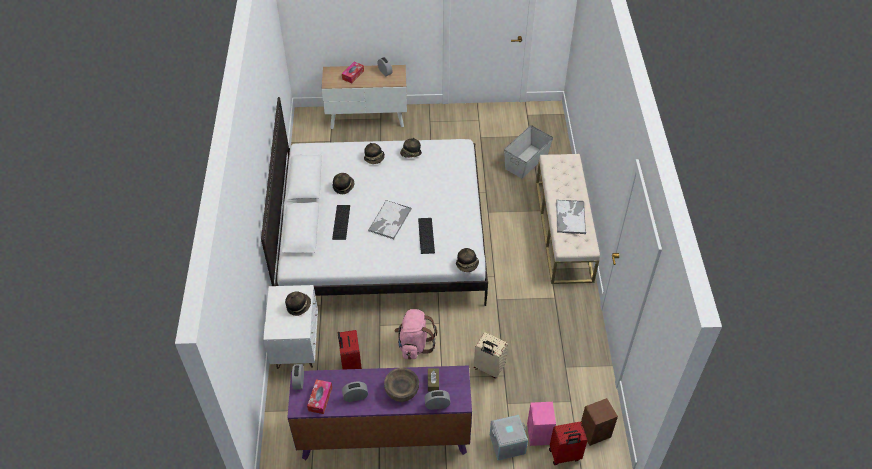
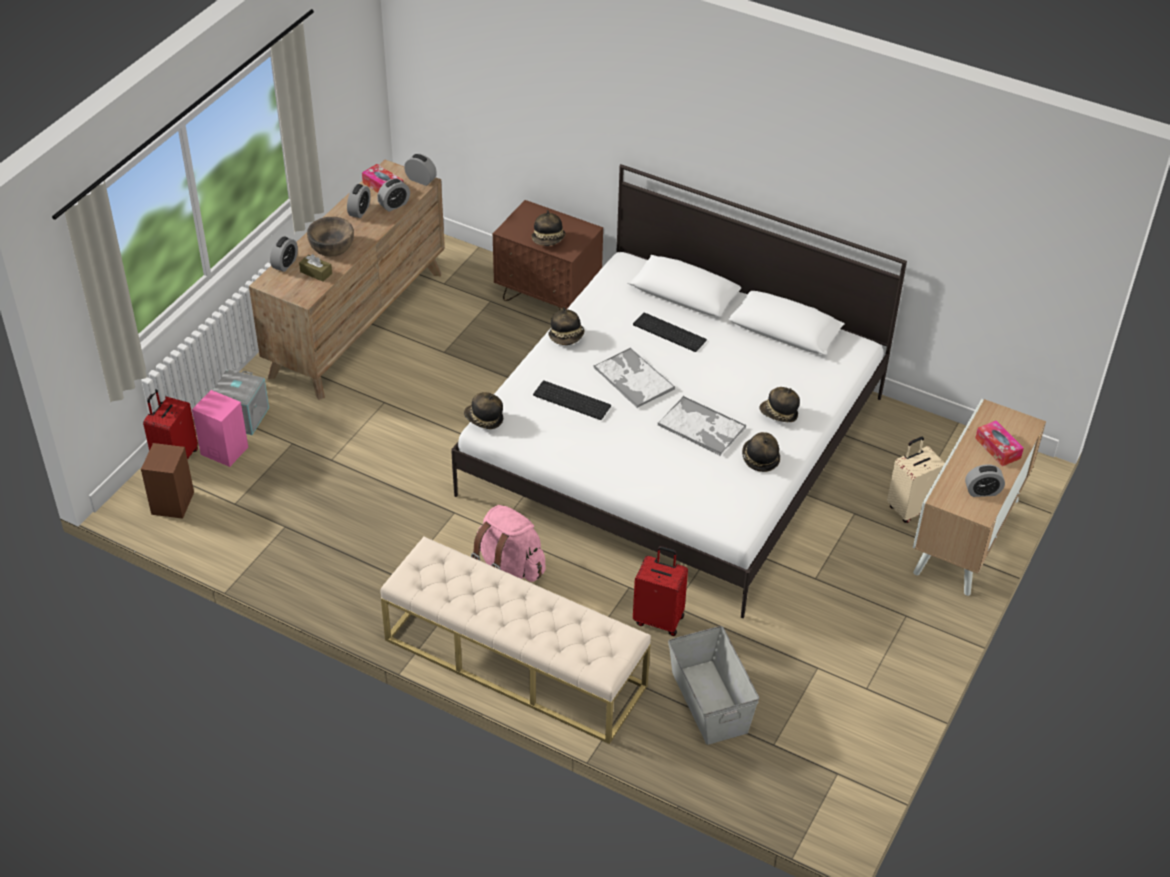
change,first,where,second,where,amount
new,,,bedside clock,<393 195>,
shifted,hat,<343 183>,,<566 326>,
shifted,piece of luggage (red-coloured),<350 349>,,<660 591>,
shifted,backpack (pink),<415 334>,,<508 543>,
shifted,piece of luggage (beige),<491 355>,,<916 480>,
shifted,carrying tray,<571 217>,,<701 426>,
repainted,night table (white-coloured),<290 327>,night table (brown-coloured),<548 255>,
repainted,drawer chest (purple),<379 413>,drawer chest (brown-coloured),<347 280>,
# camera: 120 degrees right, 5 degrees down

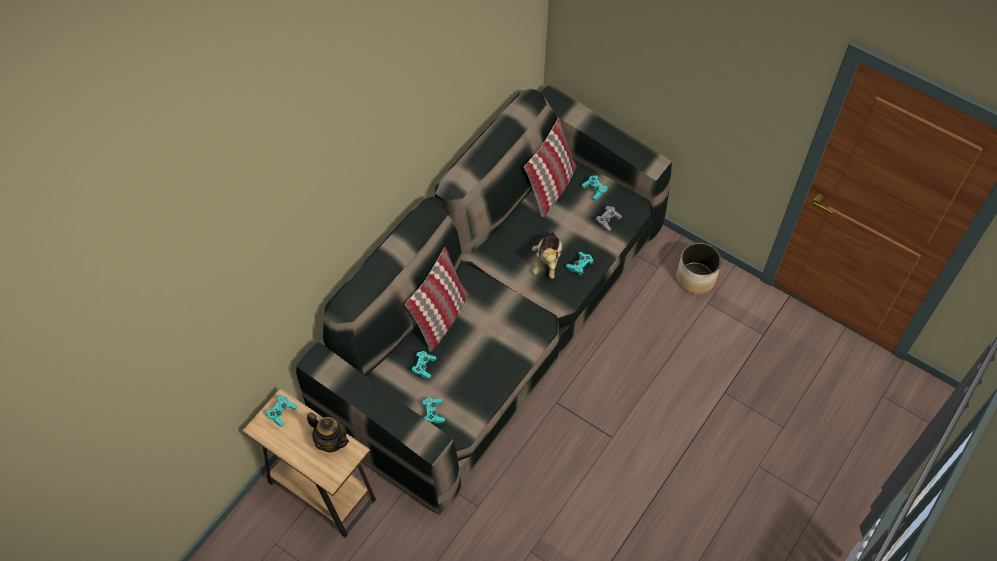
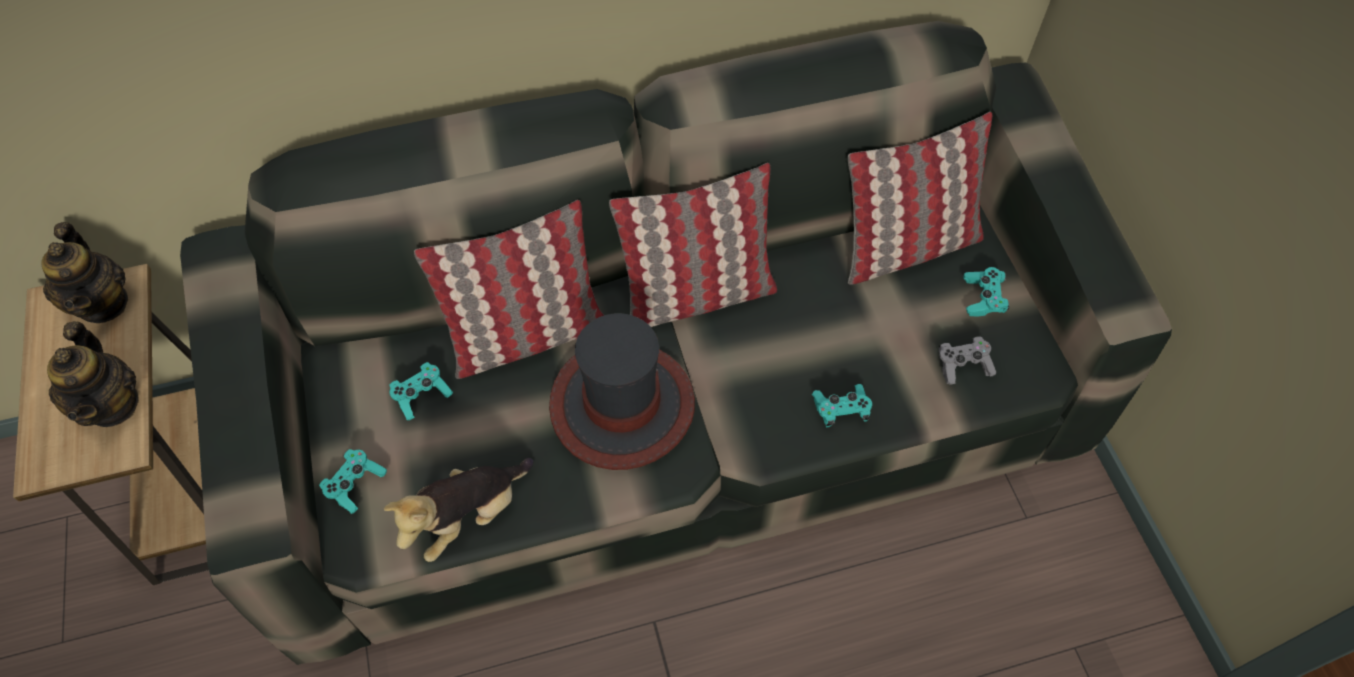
change,first,where,second,where,amount
gone,flower pot,<698 268>,,,
new,,,hat,<622 391>,
new,,,throw pillow,<693 245>,
shifted,plush toy,<547 255>,,<458 510>,
swapped,gamepad (turquoise-coloured),<281 411>,pot for tea,<84 272>,
# camera: 40 degrees right, 0 degrees up

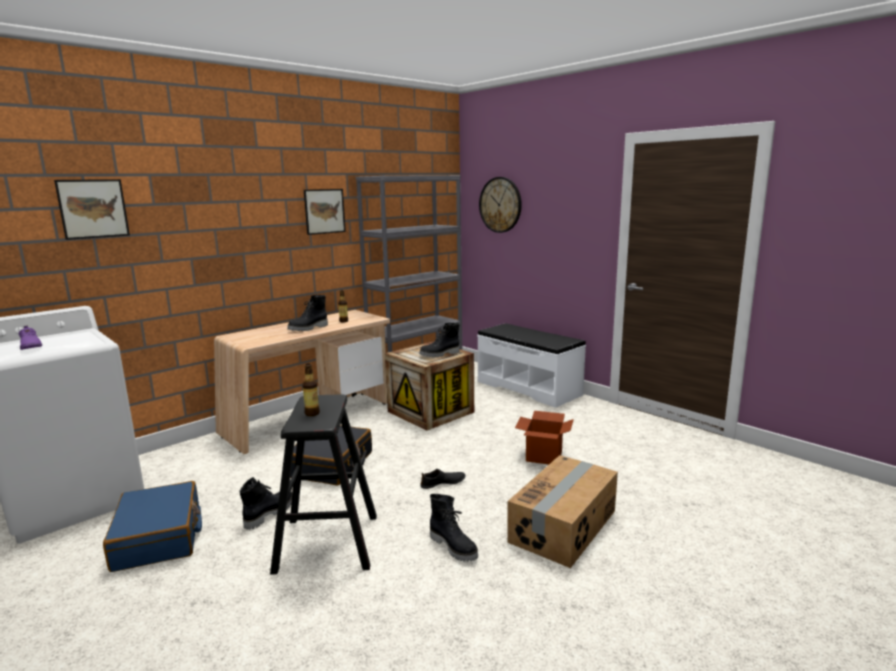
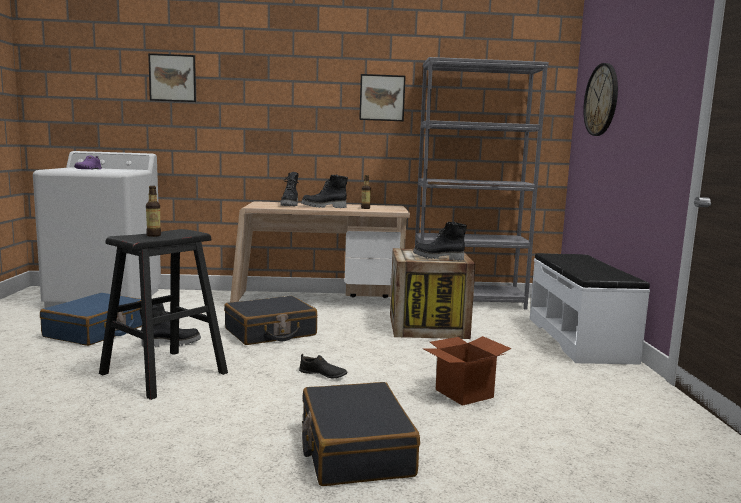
change,first,where,second,where,amount
shifted,tall boot (black),<454 528>,,<289 189>,
swapped,carton,<563 511>,piece of luggage (black),<361 434>,
# camera: 40 degrees right, 5 degrees down

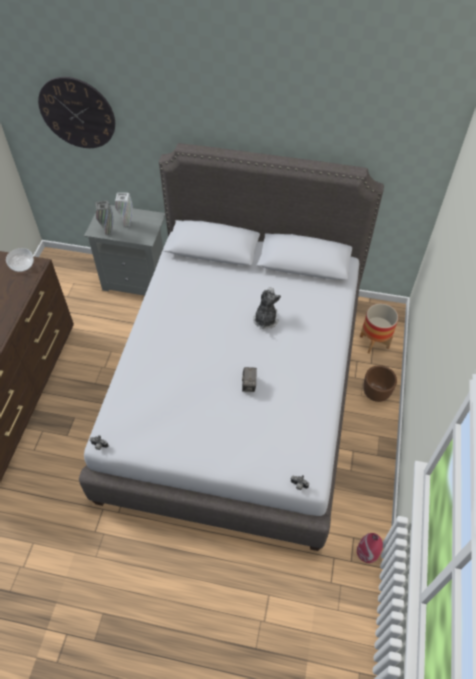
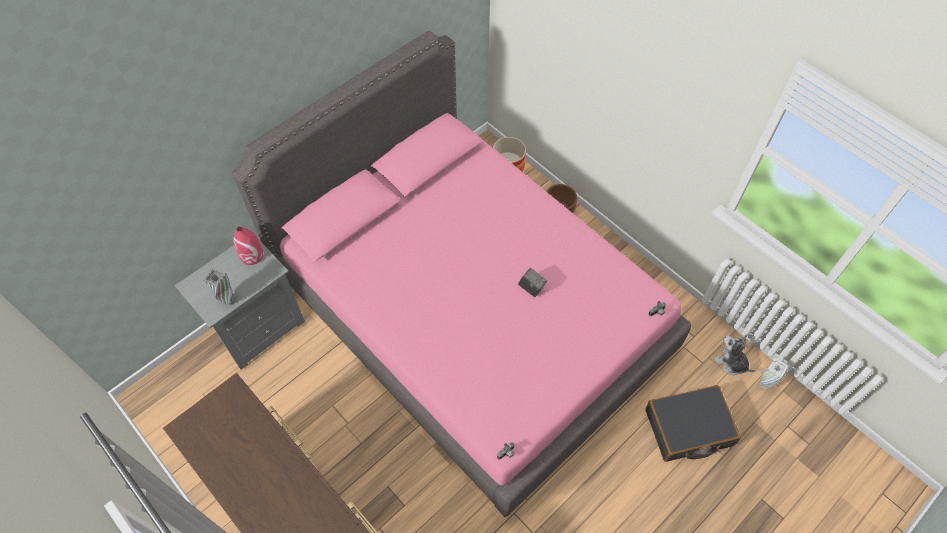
change,first,where,second,where,amount
gone,deep dish,<20 260>,,,
gone,wall clock,<76 112>,,,
new,,,piece of luggage (black),<693 423>,
shifted,flower vase (white-coloured),<124 209>,,<773 374>,
shifted,plush toy,<267 308>,,<734 355>,
shifted,flower vase (red-coloured),<370 548>,,<248 246>,
repainted,bedroom bed (gray),<231 347>,bedroom bed (pink),<461 274>,
# camera: 55 degrees left, 5 degrees up

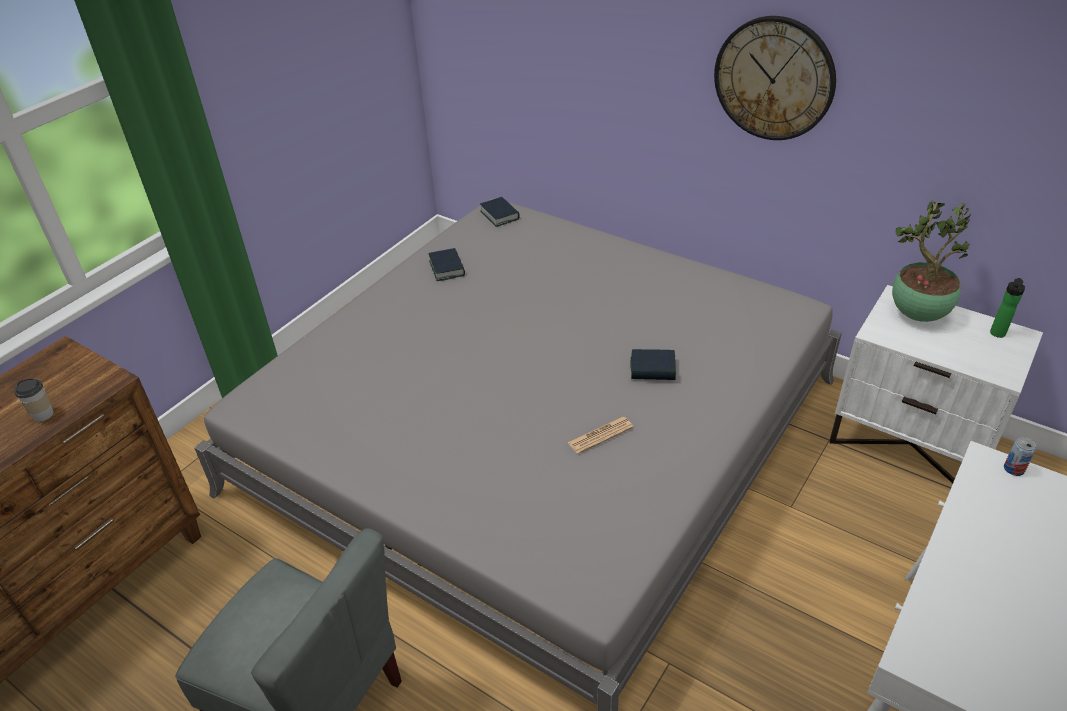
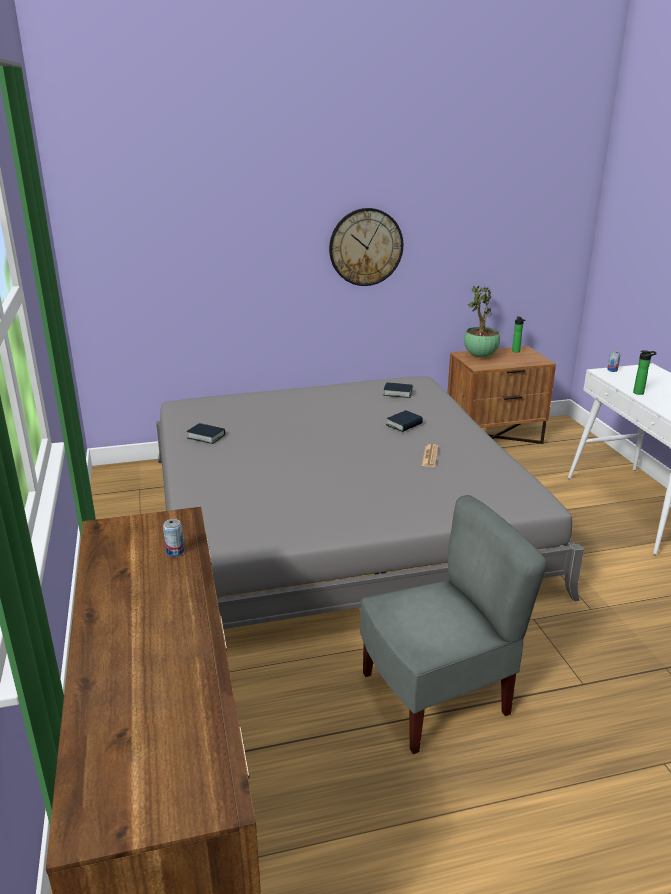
change,first,where,second,where,amount
new,,,beverage bottle,<645 372>,
shifted,bound book,<500 212>,,<397 390>,
swapped,small cup,<34 400>,metal can,<173 538>,
repainted,night table (white-coloured),<936 384>,night table (brown-coloured),<501 395>,
# camera: 50 degrees left, 15 degrees down

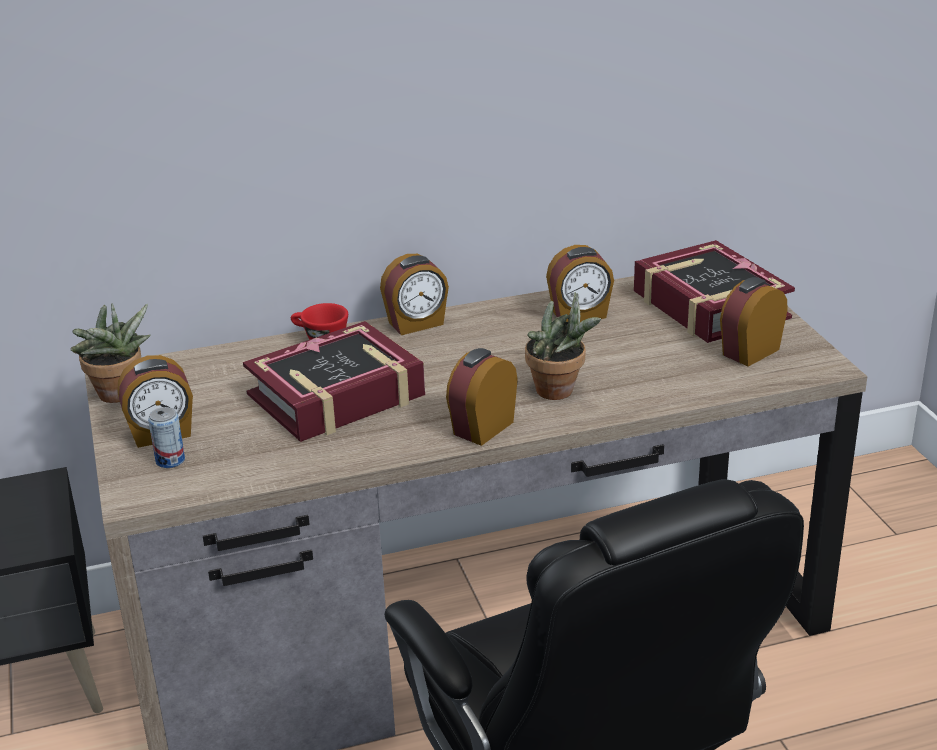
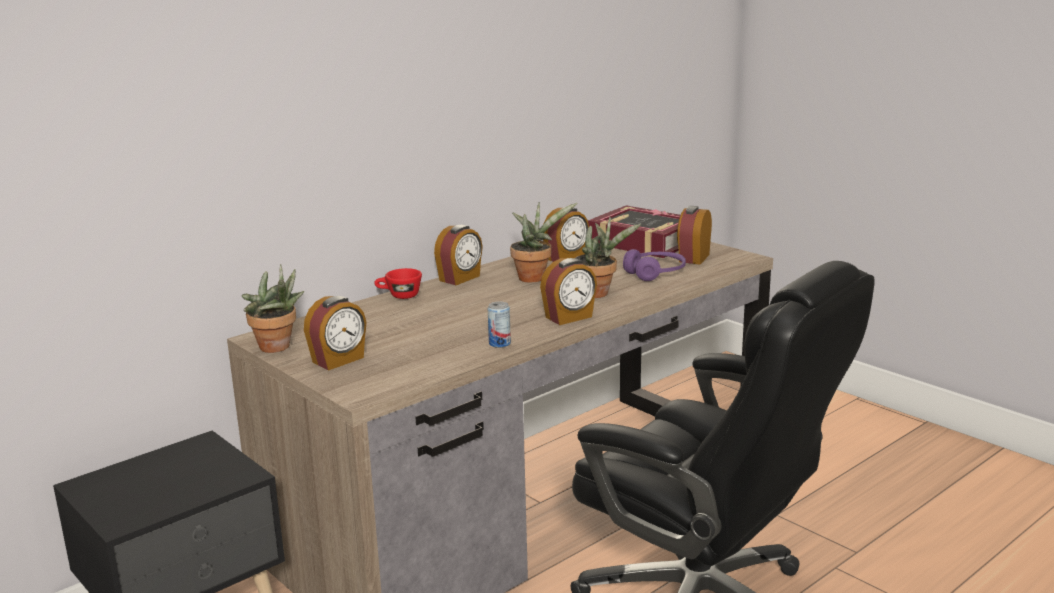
change,first,where,second,where,amount
gone,bound book,<334 381>,,,
new,,,plant in a pot,<543 242>,
new,,,headset (purple),<654 265>,
shifted,metal can,<166 437>,,<499 325>,
rotated,bedside clock,<482 397>,,<568 291>,135 degrees counterclockwise
# camera: 25 degrees left, 10 degrees down

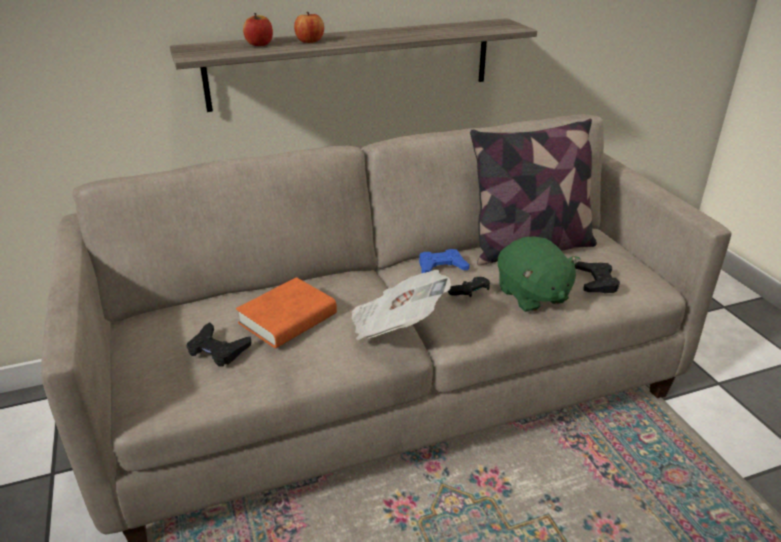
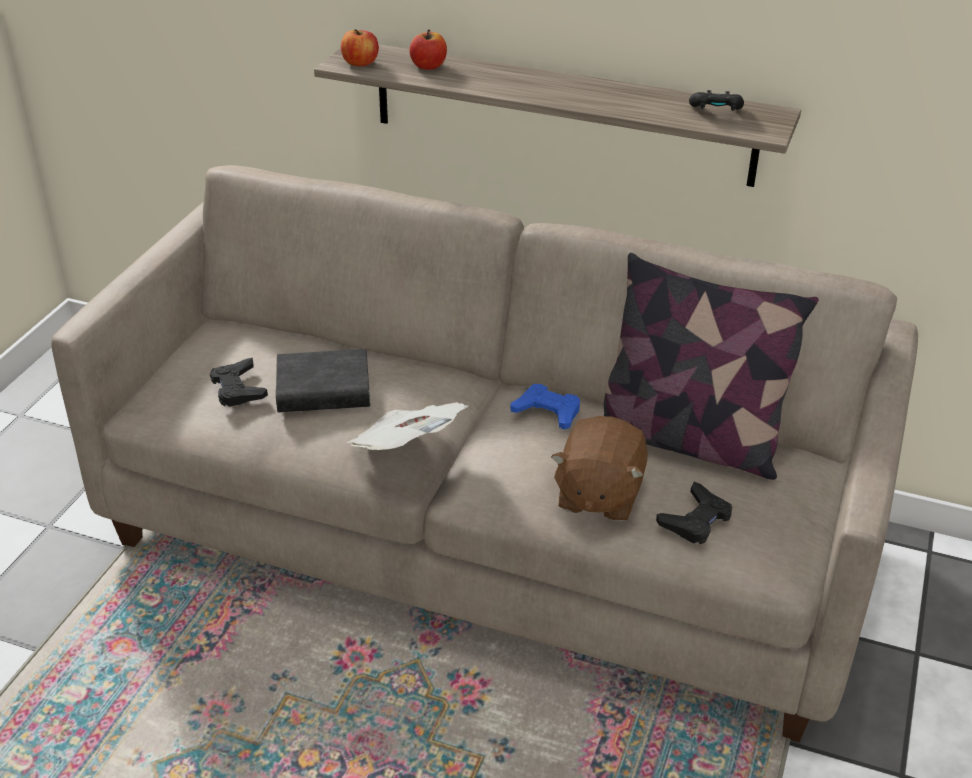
change,first,where,second,where,amount
shifted,apple,<309 27>,,<360 47>,
shifted,gamepad (black),<469 287>,,<716 100>,
repainted,bound book (orangey),<286 312>,bound book (black),<323 380>,
repainted,plush toy (greenish),<539 274>,plush toy (brown-coloured),<599 469>,
# camera: 40 degrees right, 5 degrees up

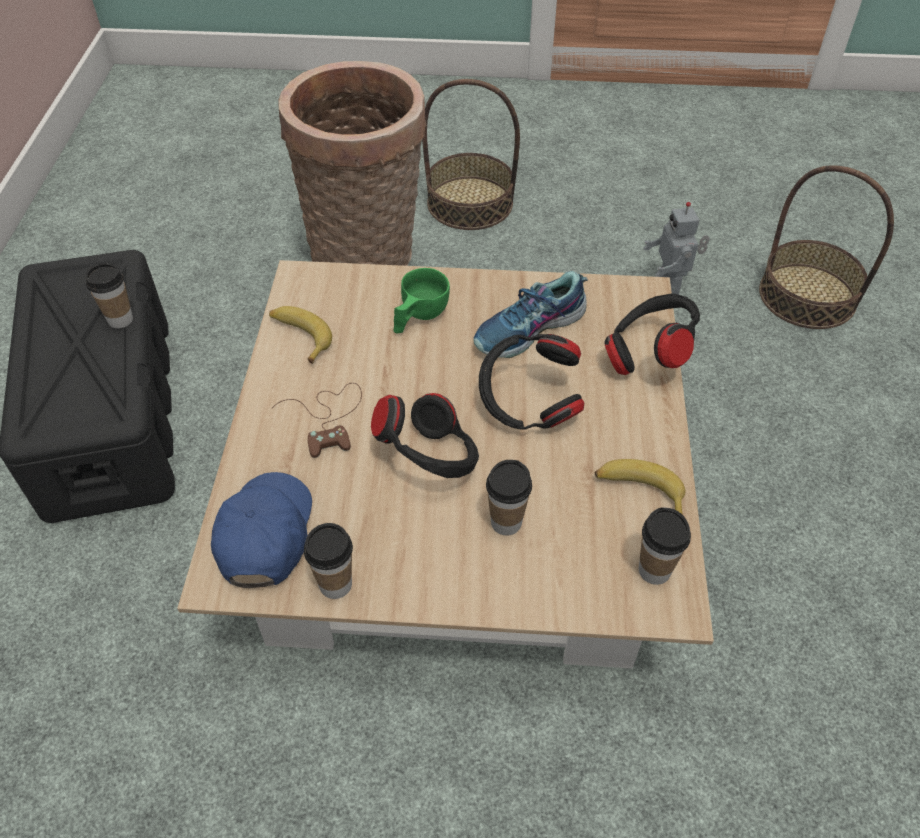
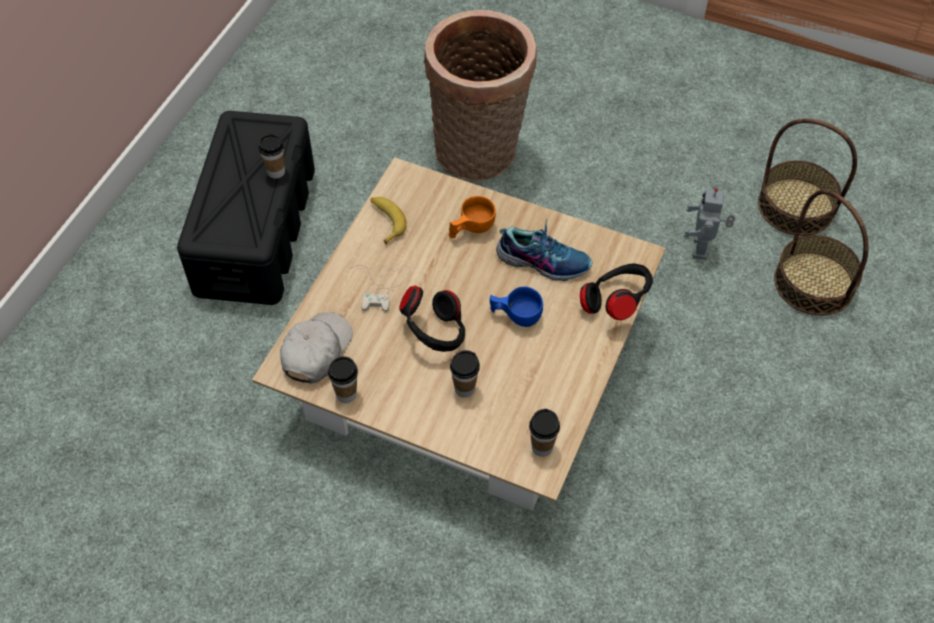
change,first,where,second,where,amount
gone,banana,<640 487>,,,
shifted,storage basket,<471 154>,,<807 177>,
swapped,headset (black),<531 382>,small cup (blue),<516 307>,
repainted,peaked cap (blue),<261 530>,peaked cap (white-coloured),<316 348>,
repainted,gamepad (brown-coloured),<316 420>,gamepad (white-coloured),<379 288>,
repainted,small cup (greenish),<421 300>,small cup (orangey),<472 217>,
rotated,item of footwear,<530 314>,,<544 250>,150 degrees counterclockwise
# camera: 20 degrees right, 5 degrees up

